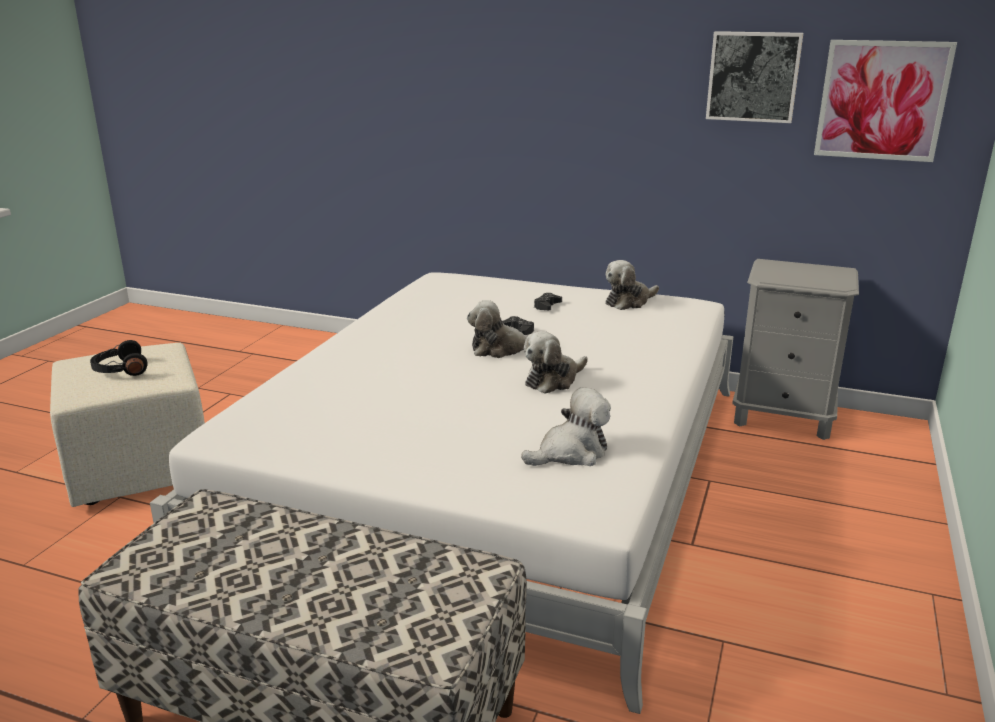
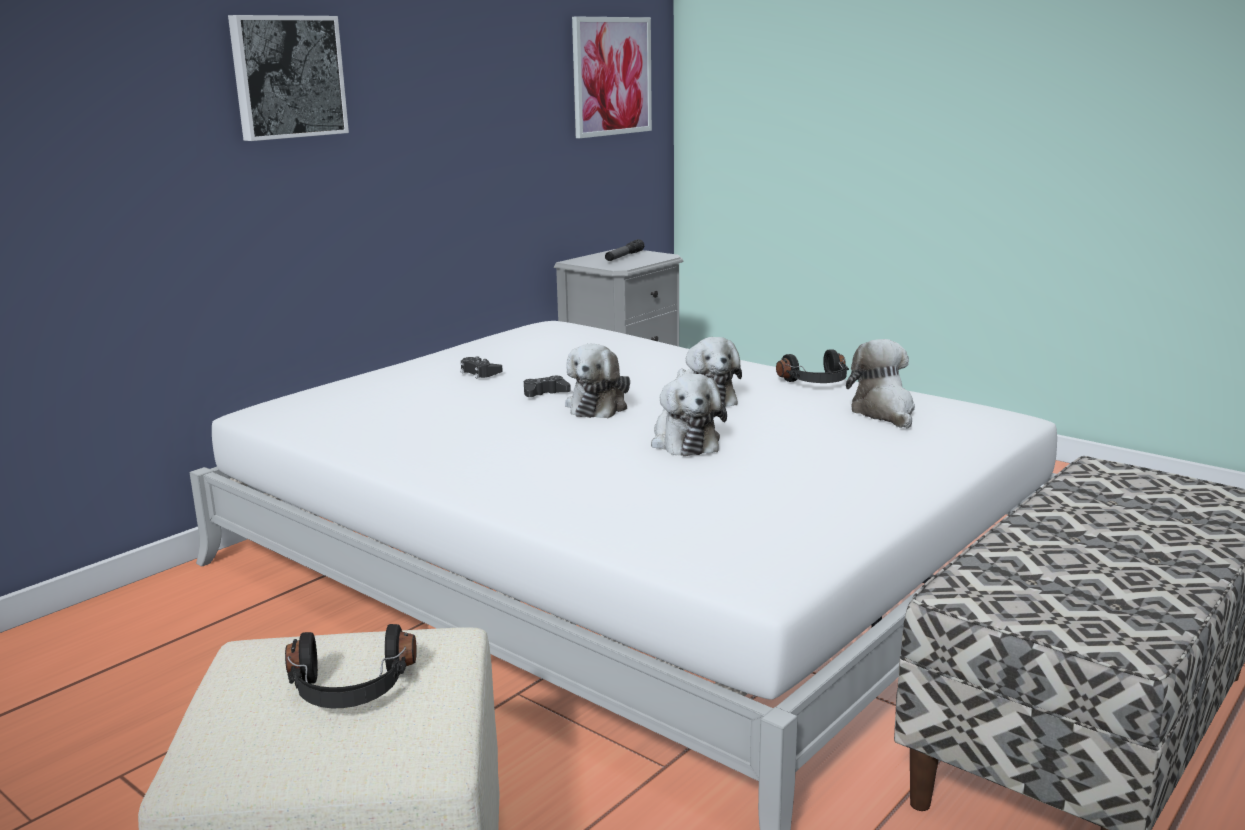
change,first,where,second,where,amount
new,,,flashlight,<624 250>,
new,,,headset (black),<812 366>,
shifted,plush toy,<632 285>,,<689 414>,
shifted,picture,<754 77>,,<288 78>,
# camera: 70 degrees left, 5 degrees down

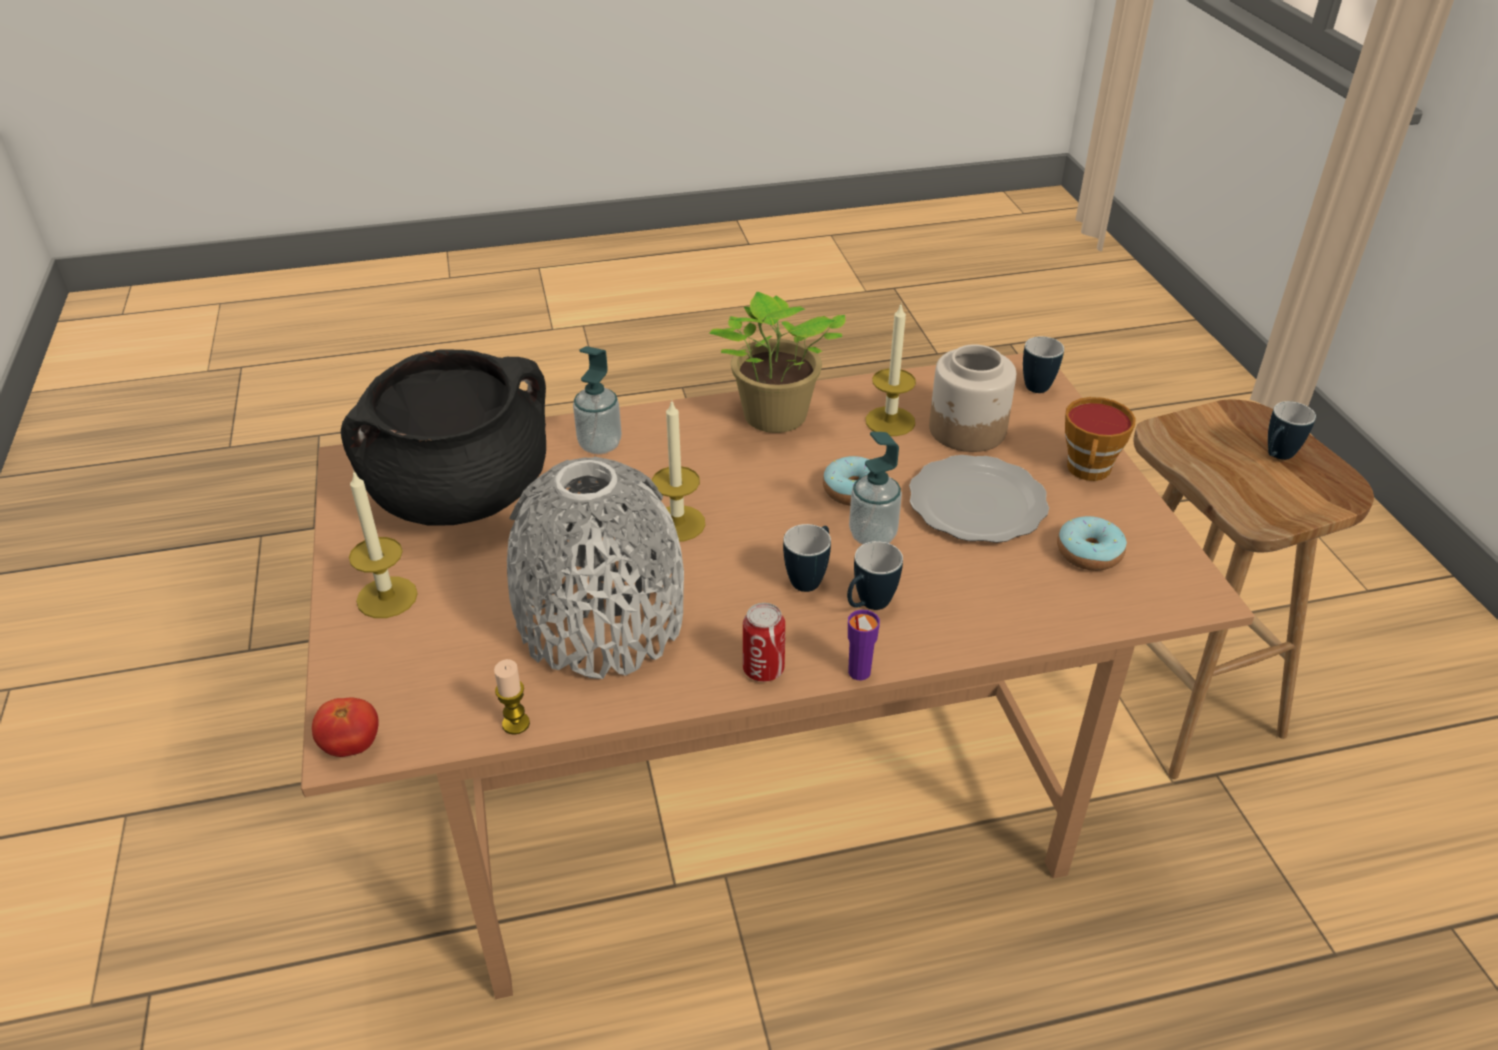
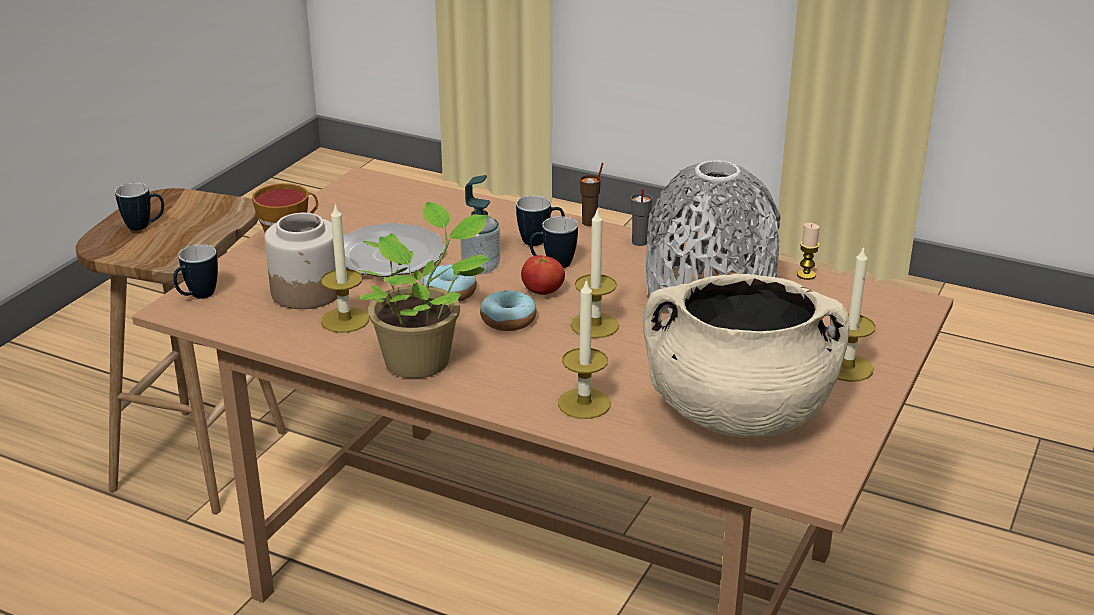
change,first,where,second,where,amount
shifted,whole tomato,<345 727>,,<543 275>,
shifted,doughnut,<1092 543>,,<508 310>,
swapped,soap dispenser,<597 400>,candle,<584 348>,
swapped,metal can,<764 642>,small cup (gray),<641 217>,
repainted,saucepot (black),<443 437>,saucepot (beige),<746 356>,
repainted,small cup (purple),<864 645>,small cup (brown-coloured),<592 194>,
# camera: 140 degrees left, 10 degrees down

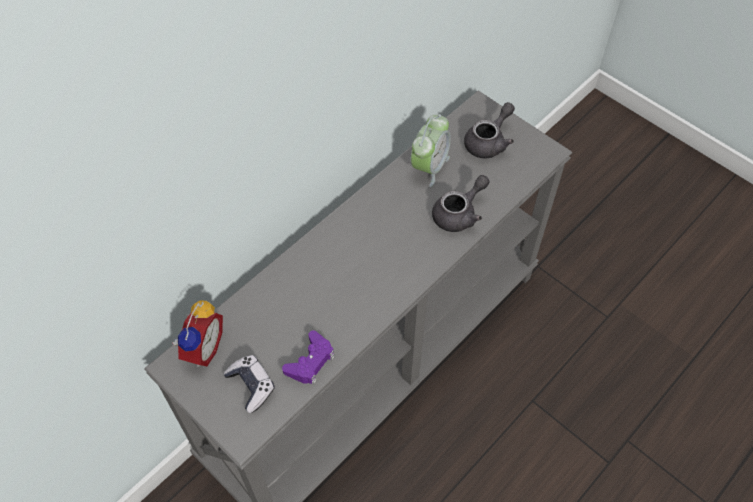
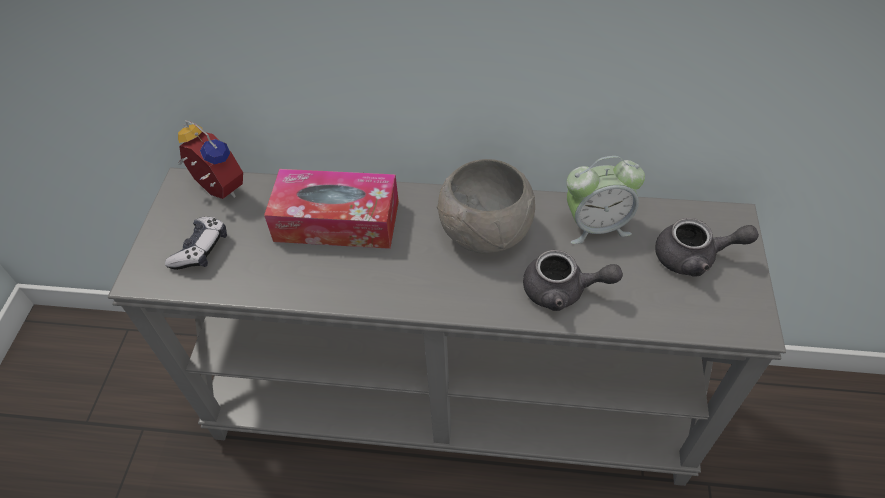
change,first,where,second,where,amount
gone,gamepad (purple),<308 357>,,,
new,,,box of tissues,<331 209>,
new,,,deep dish (gray),<486 206>,
rotated,bedside clock,<197 334>,,<210 159>,120 degrees counterclockwise
# camera: 55 degrees right, 5 degrees down

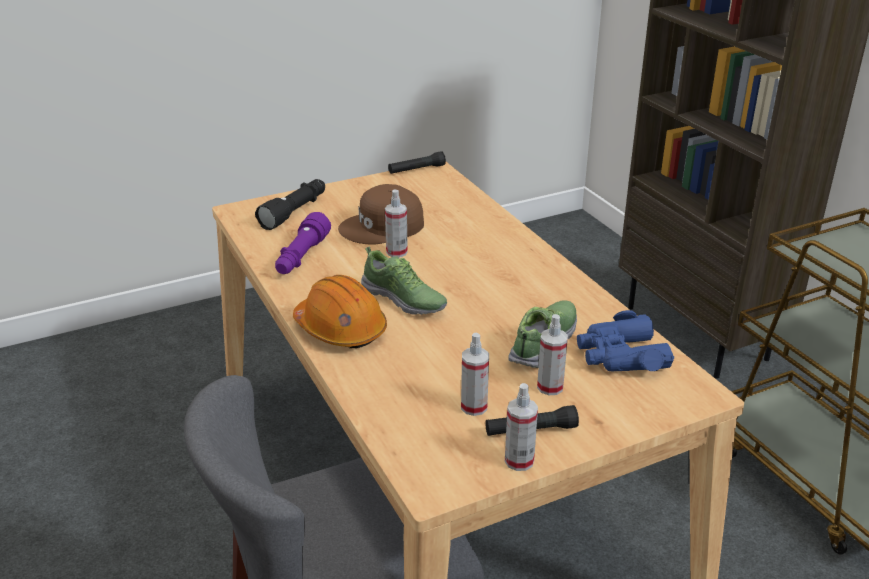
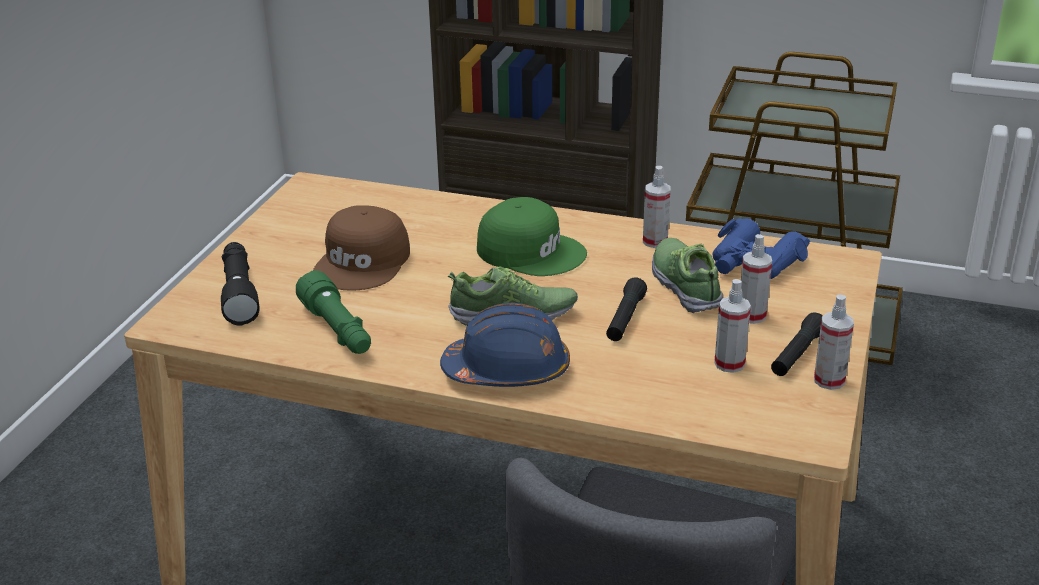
change,first,where,second,where,amount
new,,,peaked cap (greenish),<532 236>,
shifted,sprayer,<396 223>,,<657 207>,
shifted,flashlight (black),<417 162>,,<626 309>,
repainted,flashlight (purple),<303 243>,flashlight (greenish),<333 312>,
repainted,hard hat (orangey),<340 311>,hard hat (blue),<505 345>,
# camera: 45 degrees left, 0 degrees up

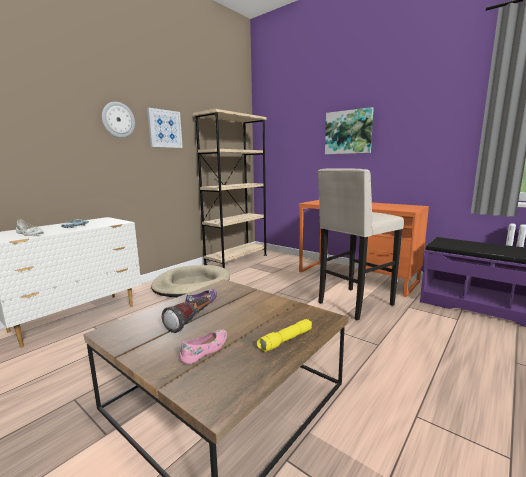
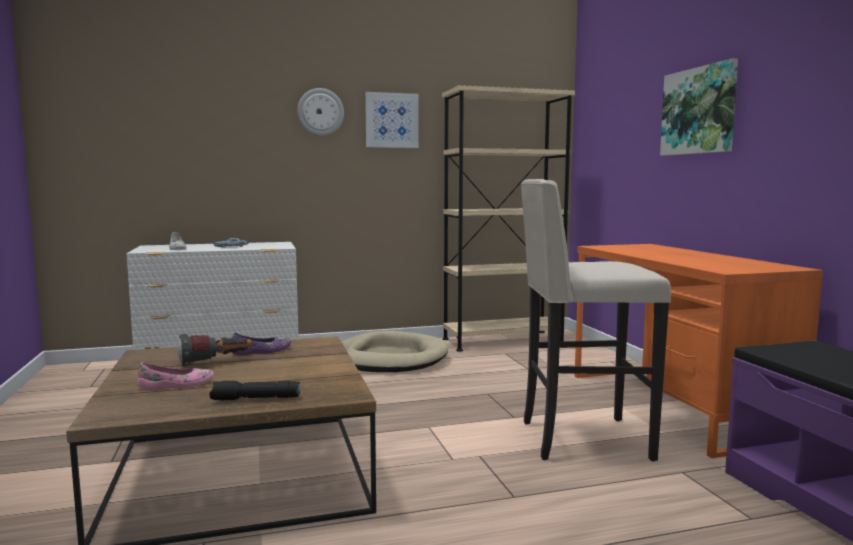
change,first,where,second,where,amount
repainted,flashlight (yellow-coloured),<284 335>,flashlight (black),<255 390>,
# camera: 35 degrees right, 5 degrees down

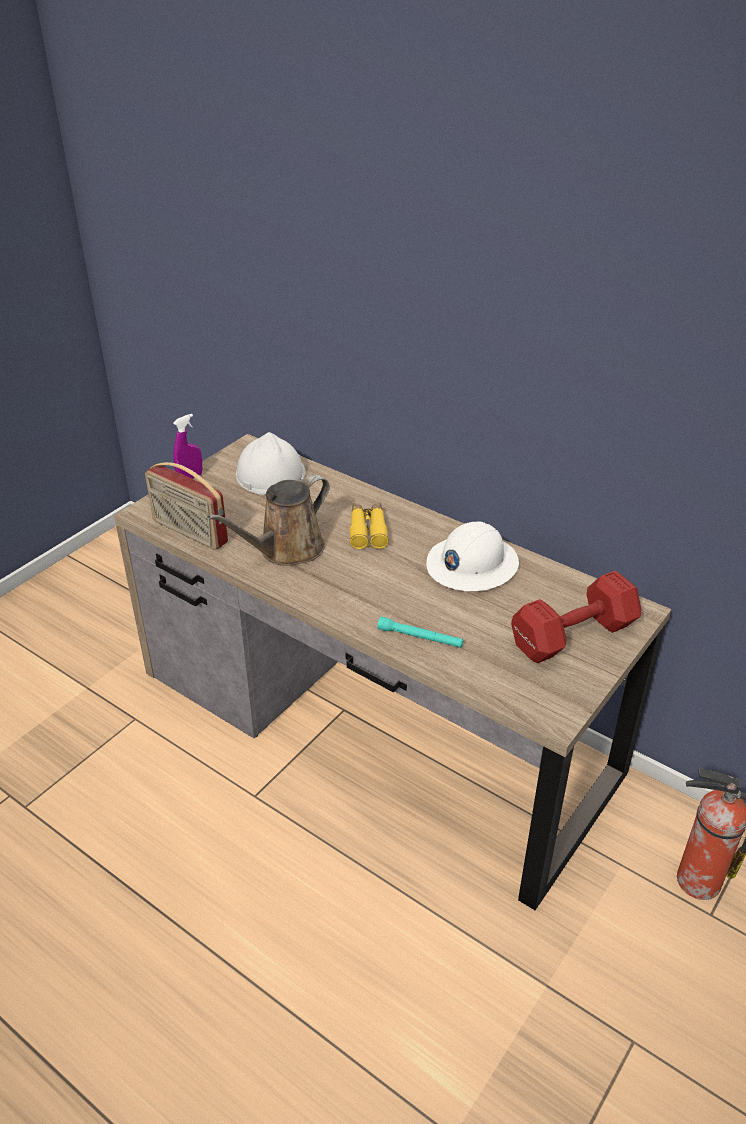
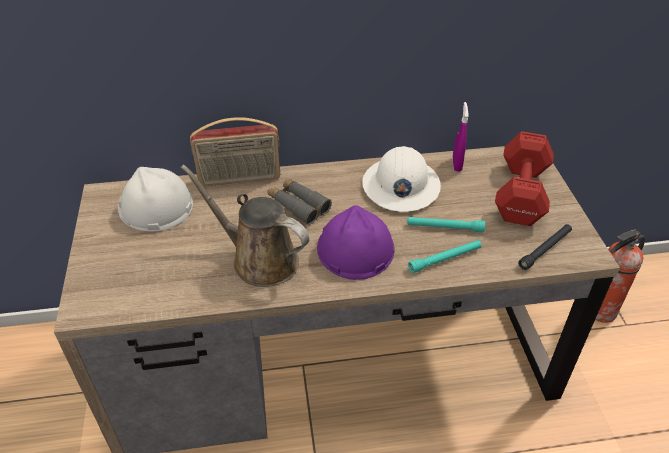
change,first,where,second,where,amount
new,,,hard hat (purple),<356 242>,
new,,,flashlight (turquoise-coloured),<446 224>,
new,,,flashlight (black),<545 247>,
shifted,radio receiver,<186 506>,,<235 151>,
shifted,sprayer (purple),<187 446>,,<461 137>,
repainted,pair of binoculars (yellow-coloured),<369 526>,pair of binoculars (gray),<299 201>,
rotated,watering can (brown-coloured),<269 520>,,<245 225>,120 degrees clockwise
# camera: 45 degrees left, 5 degrees up

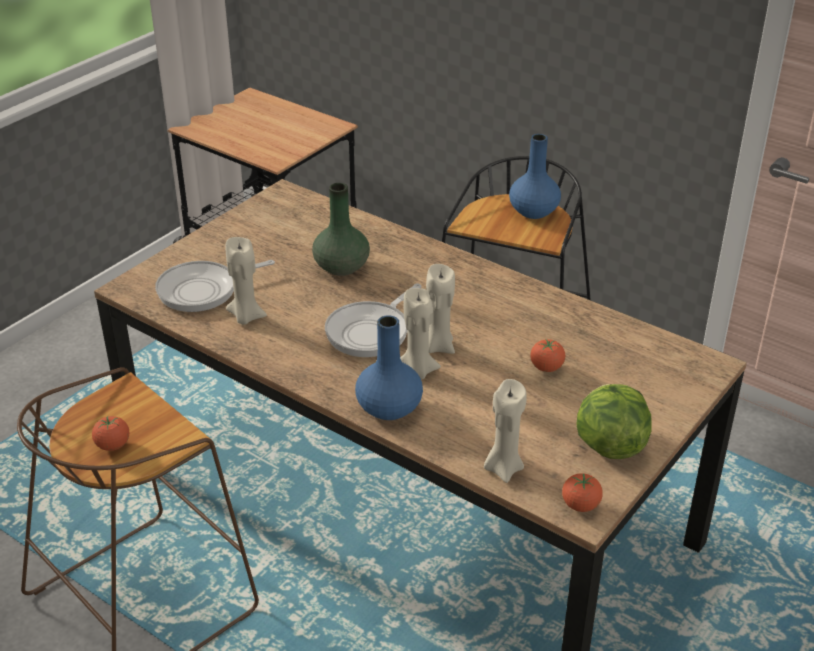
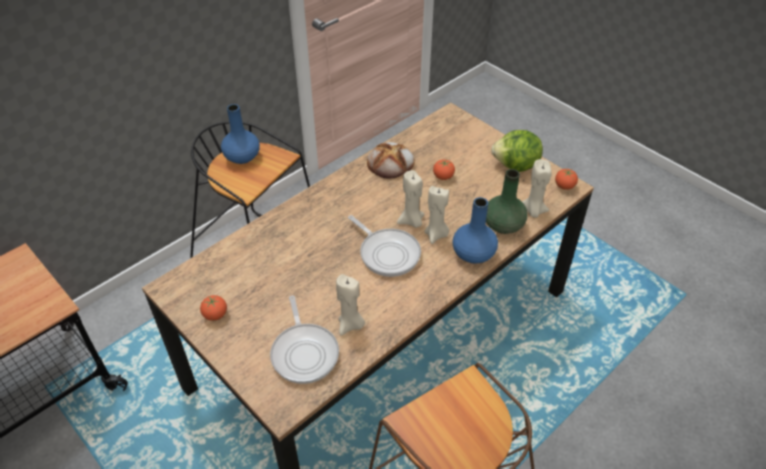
change,first,where,second,where,amount
new,,,bread,<391 160>,
shifted,whole tomato,<110 433>,,<213 308>,
shifted,flower vase (greenish),<341 229>,,<507 201>,
# camera: 80 degrees left, 10 degrees up

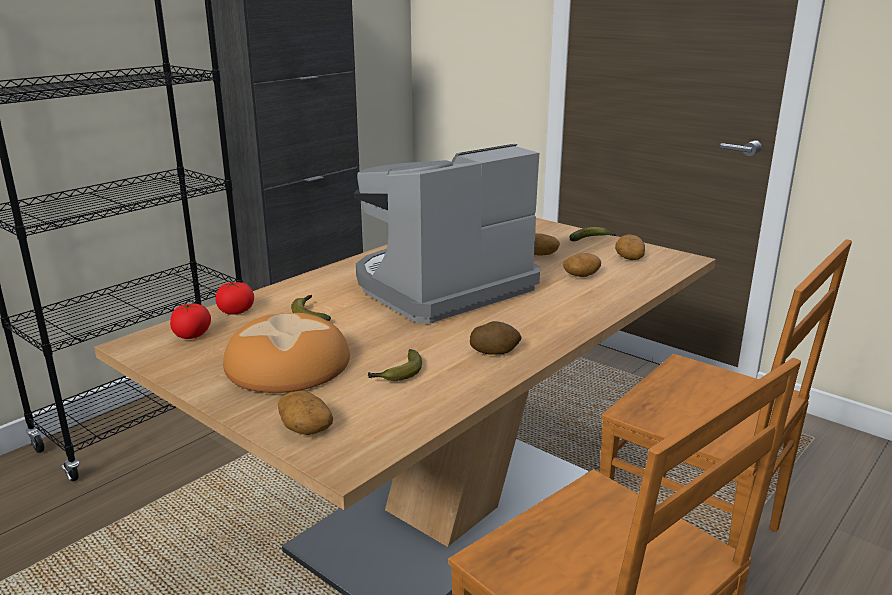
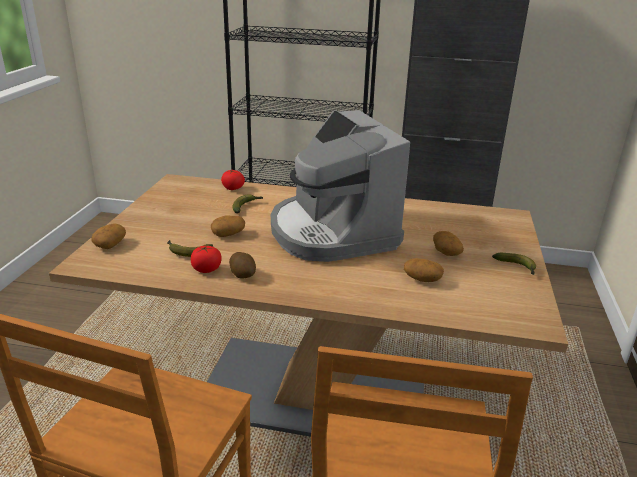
change,first,where,second,where,amount
gone,bread,<286 353>,,,
shifted,whole tomato,<190 321>,,<206 259>,
shifted,potato,<630 247>,,<228 226>,
rotated,coffee machine,<447 233>,,<340 186>,135 degrees counterclockwise
# camera: 60 degrees right, 5 degrees up

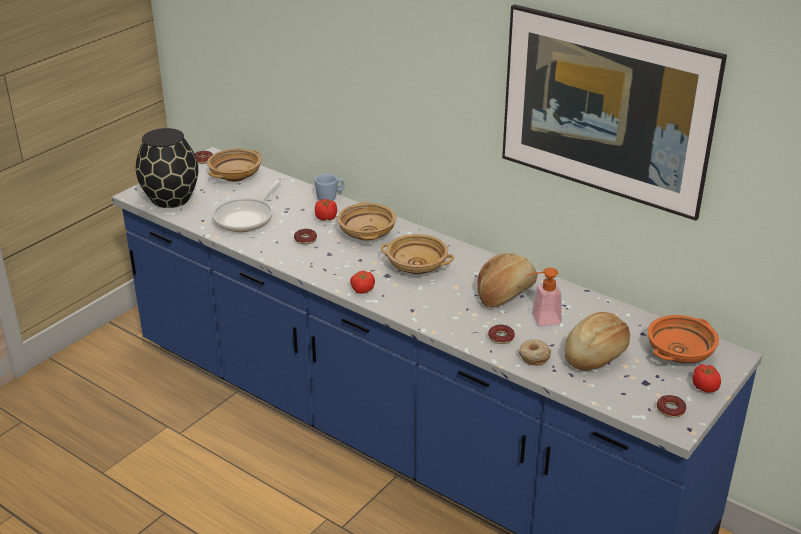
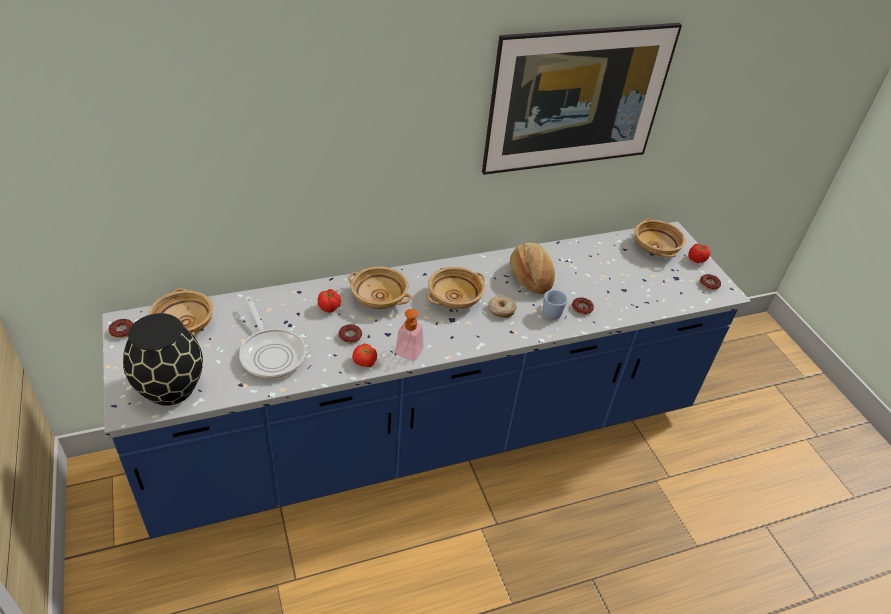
change,first,where,second,where,amount
gone,bread,<597 341>,,,
shifted,tea mug (blue),<329 187>,,<555 304>,
shifted,whole tomato,<362 282>,,<364 355>,
shifted,doughnut,<534 352>,,<502 307>,
shifted,soap dispenser,<544 297>,,<409 335>,
repainted,deep dish (orangey),<683 339>,deep dish (beige),<660 237>,
# camera: 60 degrees left, 10 degrees up

